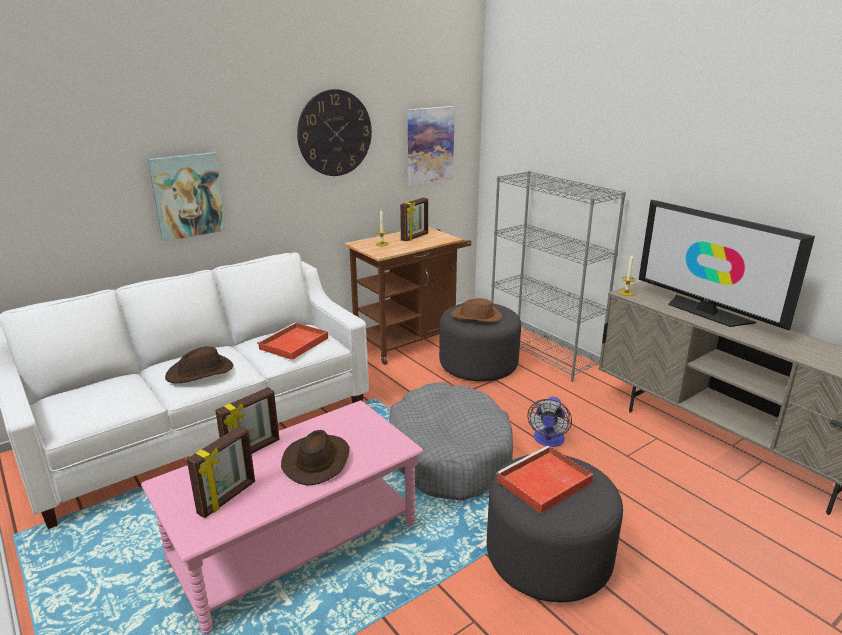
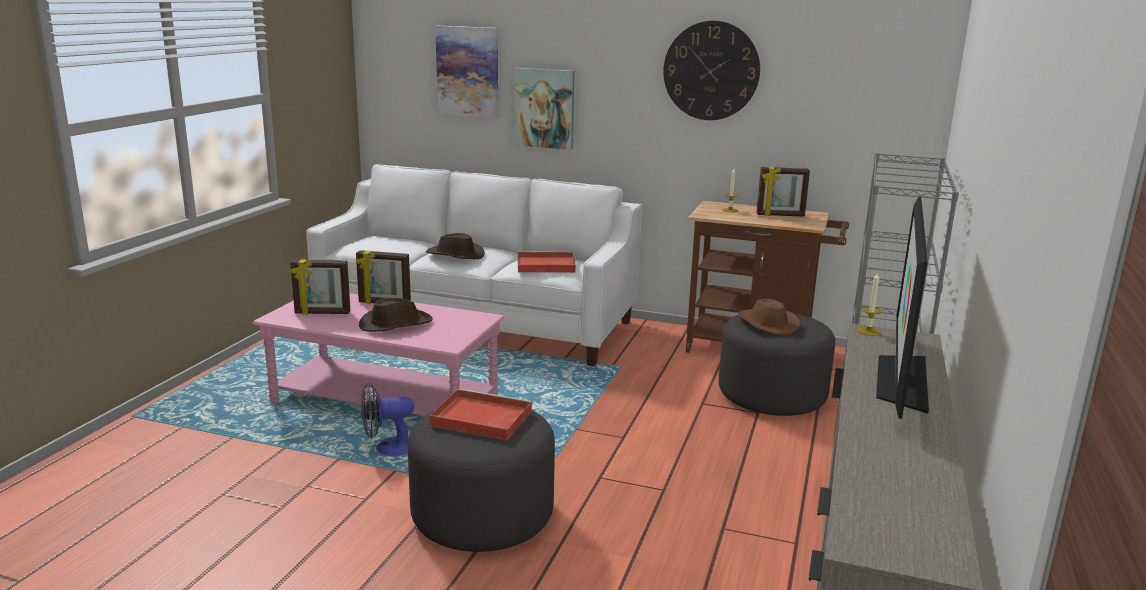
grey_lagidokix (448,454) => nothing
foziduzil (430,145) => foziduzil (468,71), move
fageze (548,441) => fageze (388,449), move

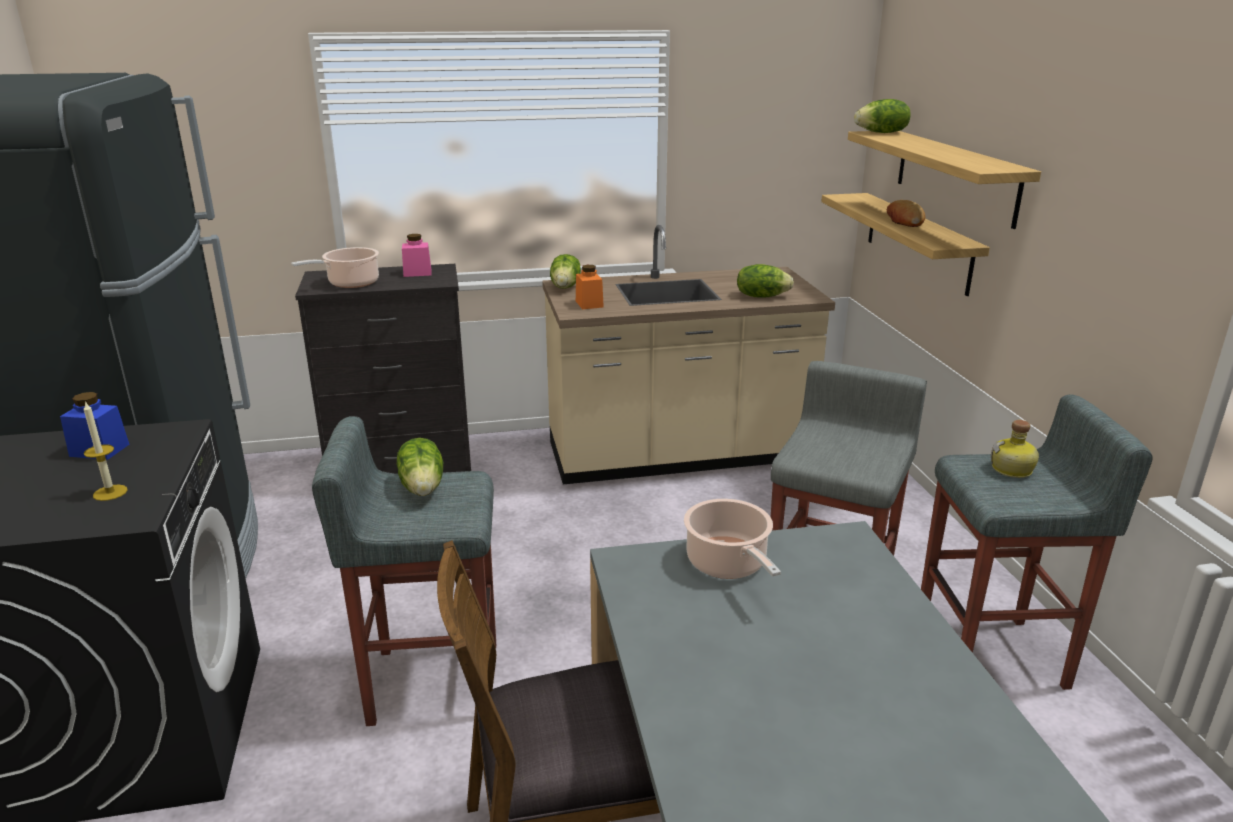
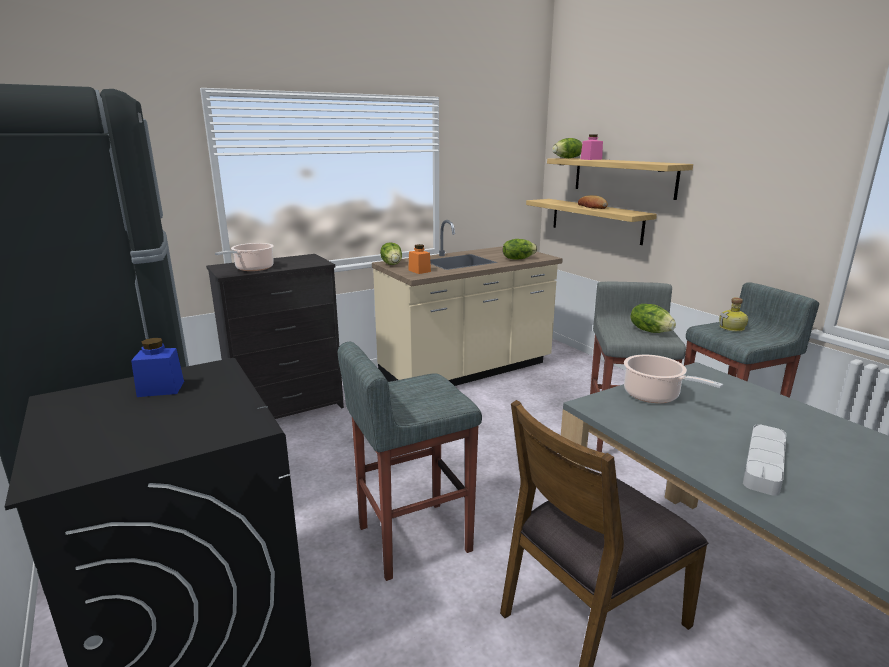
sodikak (110,492) => nothing
nothing => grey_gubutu (764,463)
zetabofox (423,487) => zetabofox (650,331), move
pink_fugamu (417,273) => pink_fugamu (591,159), move

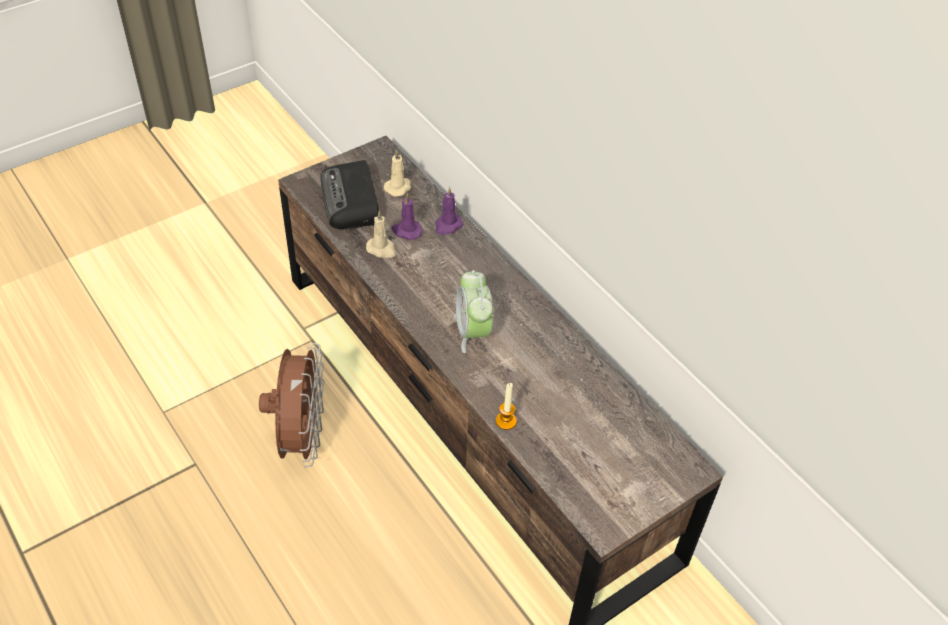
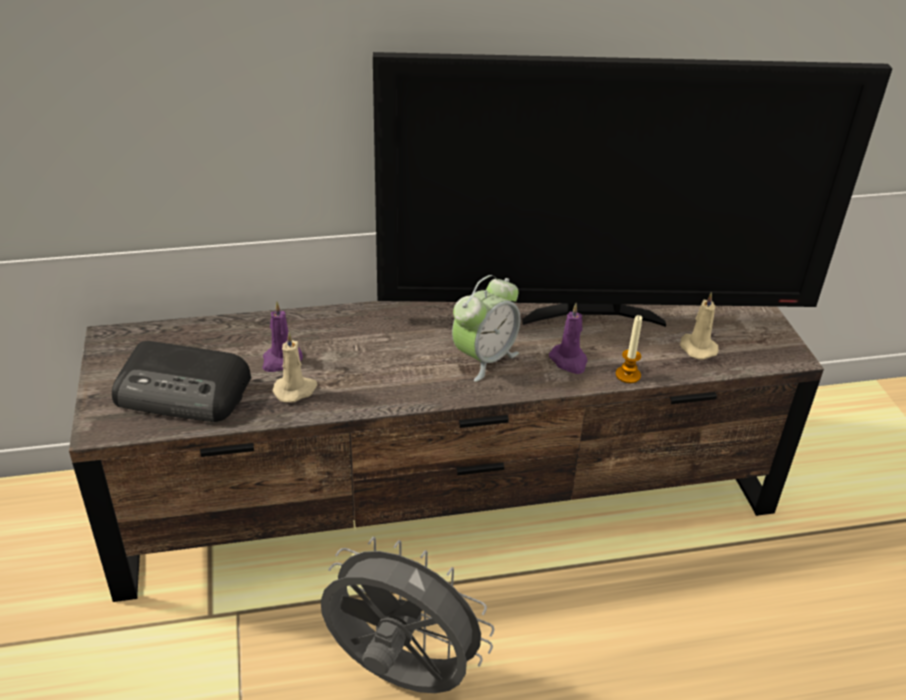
nothing => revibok (593,315)
beige_sodikak (398,187) => beige_sodikak (696,347), move
purple_sodikak (447,225) => purple_sodikak (569,361), move
brown_fageze (301,438) => grey_fageze (398,676)
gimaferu (472,332) => gimaferu (484,359), 60 degrees counterclockwise

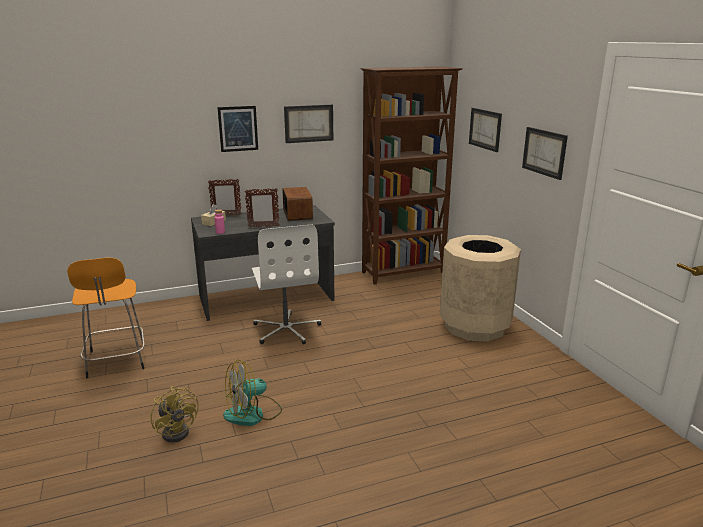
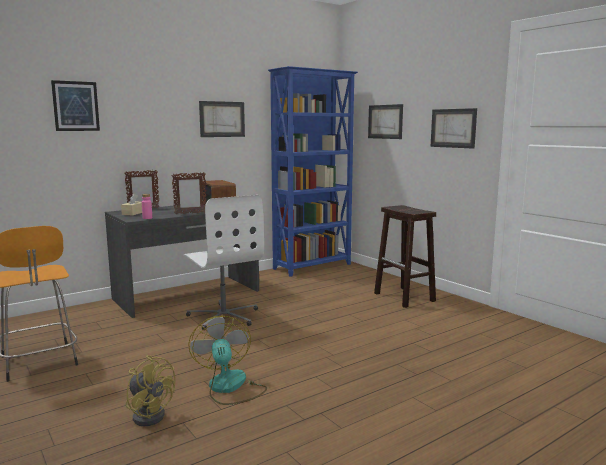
foziduzil (238,128) => foziduzil (76,106), move
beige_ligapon (475,326) => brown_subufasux (405,297)
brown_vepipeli (404,273) => blue_vepipeli (313,267)
fageze (253,414) => fageze (229,388), 120 degrees clockwise

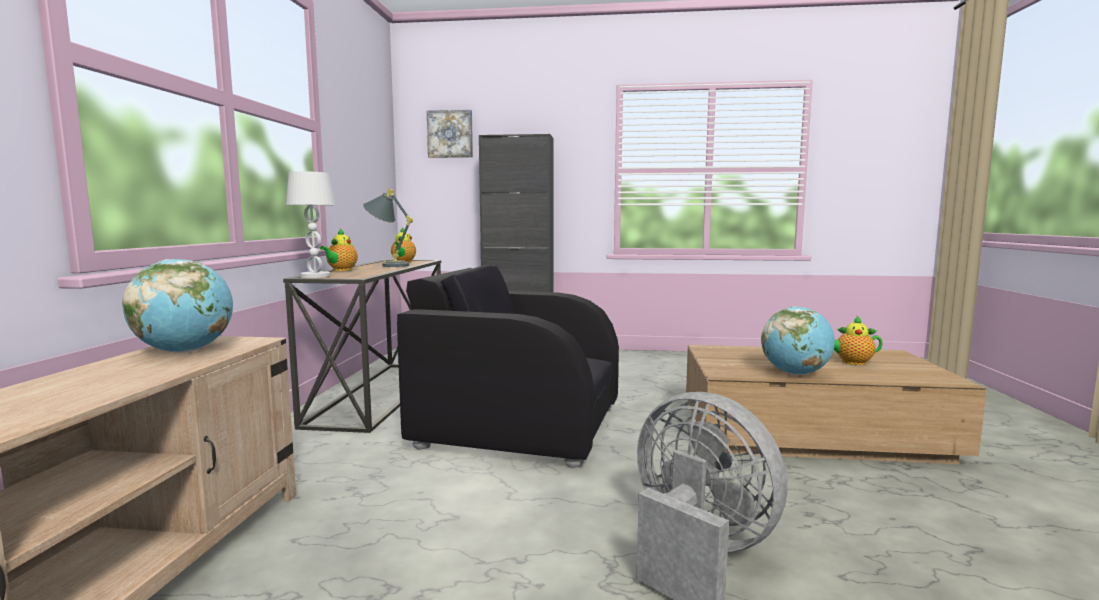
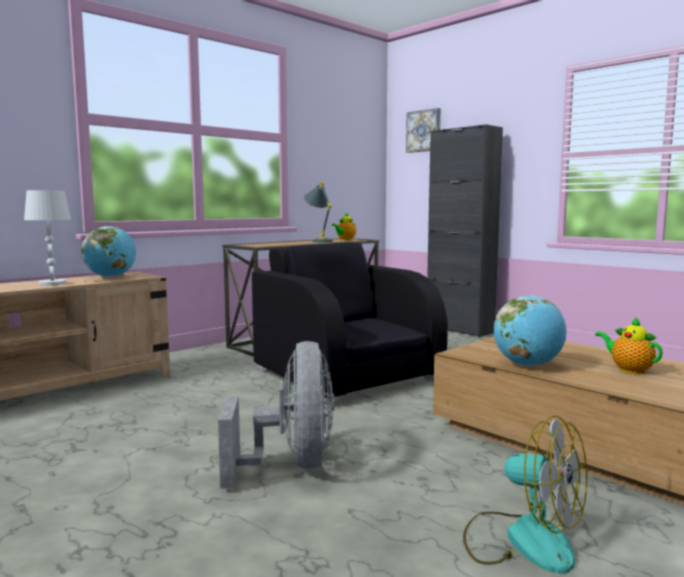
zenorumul (341,270) => nothing
nothing => fageze (522,539)
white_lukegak (315,276) => white_lukegak (53,283), move

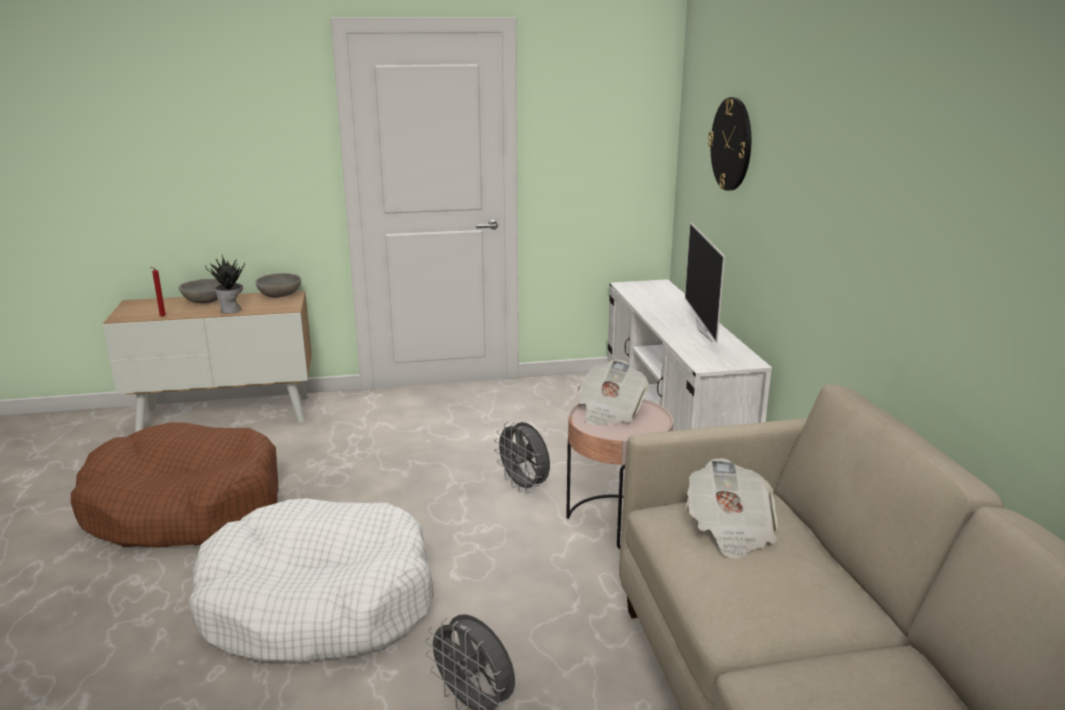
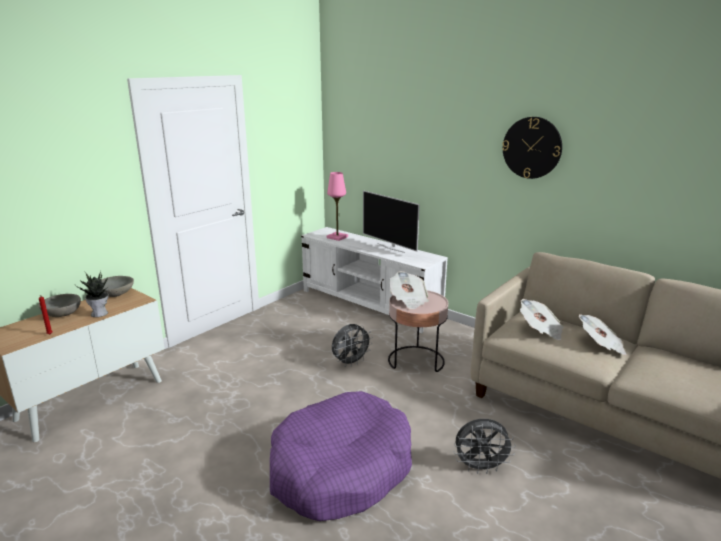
brown_lagidokix (184,507) => nothing
nothing => pink_lukegak (337,237)
nothing => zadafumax (601,346)
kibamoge (731,144) => kibamoge (532,147), move
white_lagidokix (318,603) => purple_lagidokix (340,469)
grey_fageze (524,487) => grey_fageze (351,362), 45 degrees counterclockwise

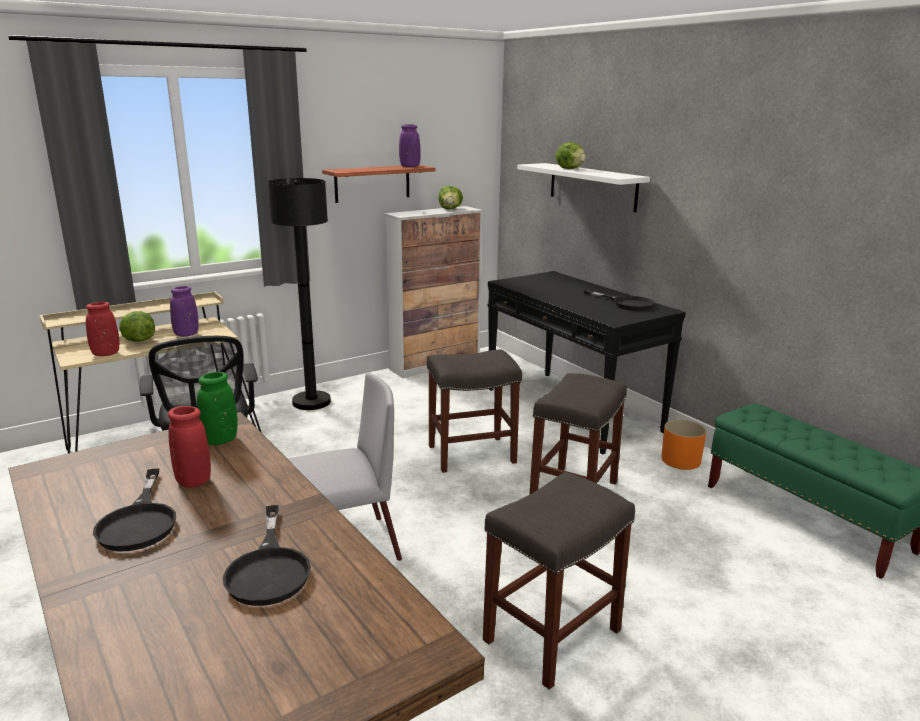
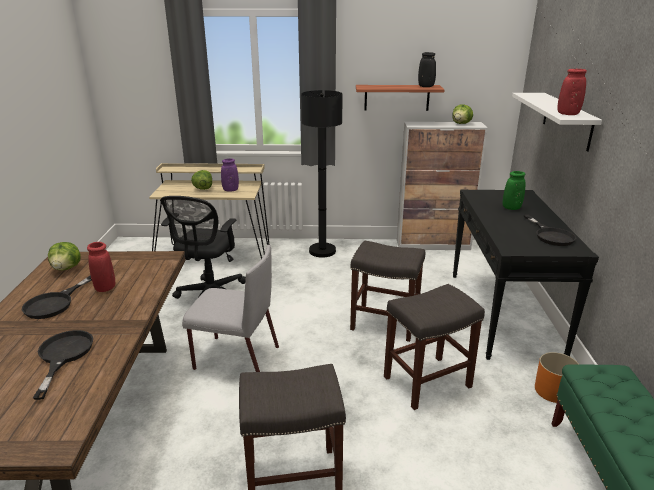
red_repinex (106,354) => red_repinex (568,114), move
green_repinex (220,440) => green_repinex (511,208), move
zetabofox (570,169) => zetabofox (67,268), move
purple_repinex (409,166) => black_repinex (426,86)
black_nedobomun (269,569) => black_nedobomun (63,356), 150 degrees clockwise

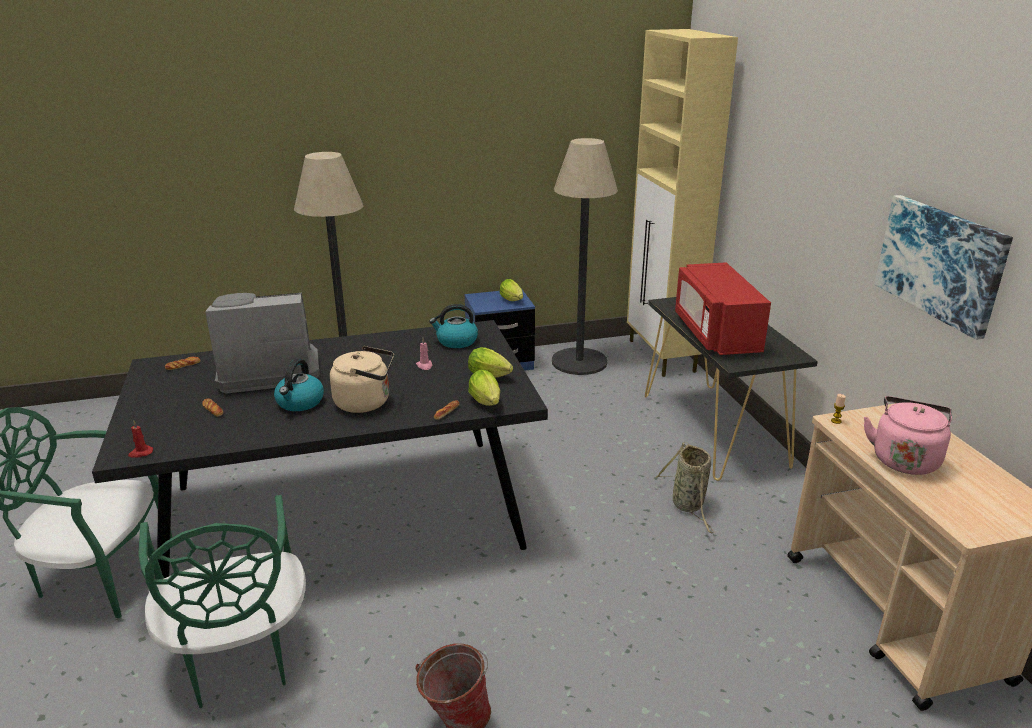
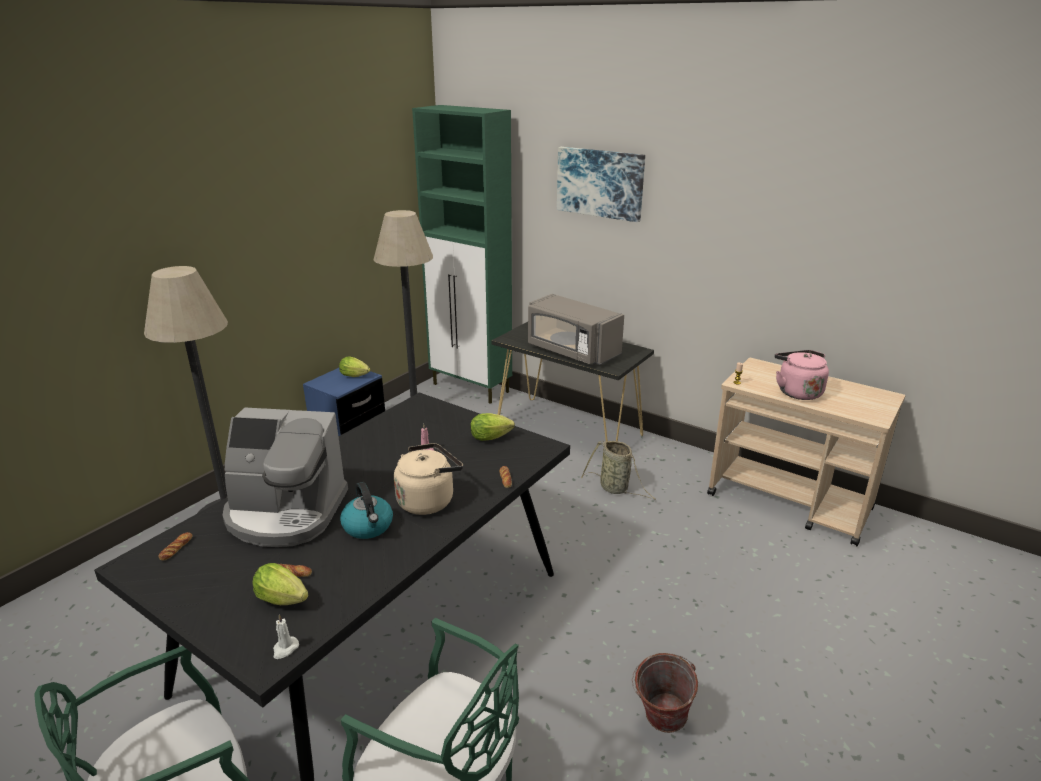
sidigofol (456,341) => nothing
zetabofox (487,403) => zetabofox (285,600), move
foziduzil (941,263) => foziduzil (600,183), move
red_sodikak (141,453) => white_sodikak (285,649)
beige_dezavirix (661,356) => green_dezavirix (471,388)
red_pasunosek (716,334) => grey_pasunosek (572,351)
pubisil (268,371) => pubisil (285,513), 120 degrees counterclockwise

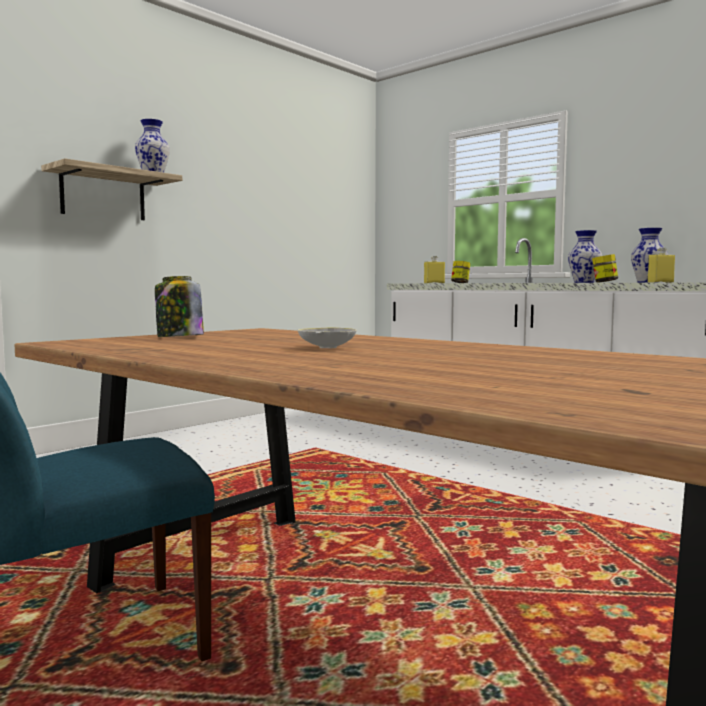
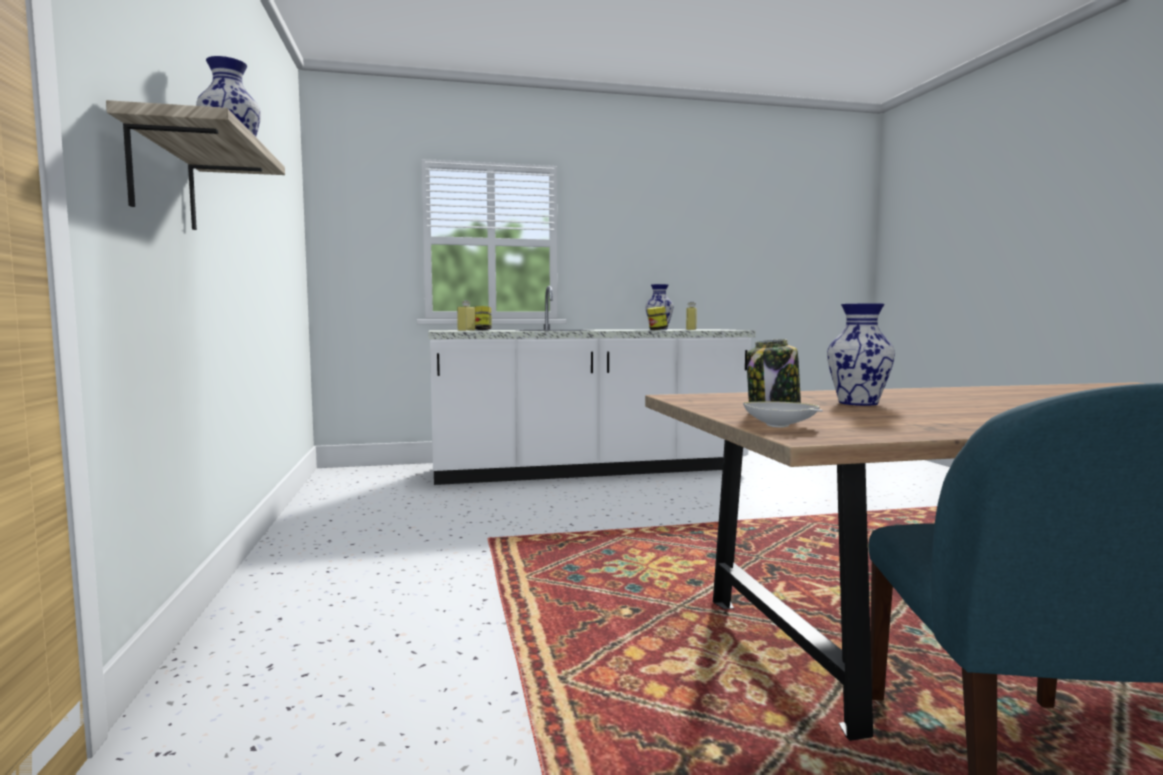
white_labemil (327,347) => white_labemil (781,426), move
repinex (584,282) => repinex (859,403), move

